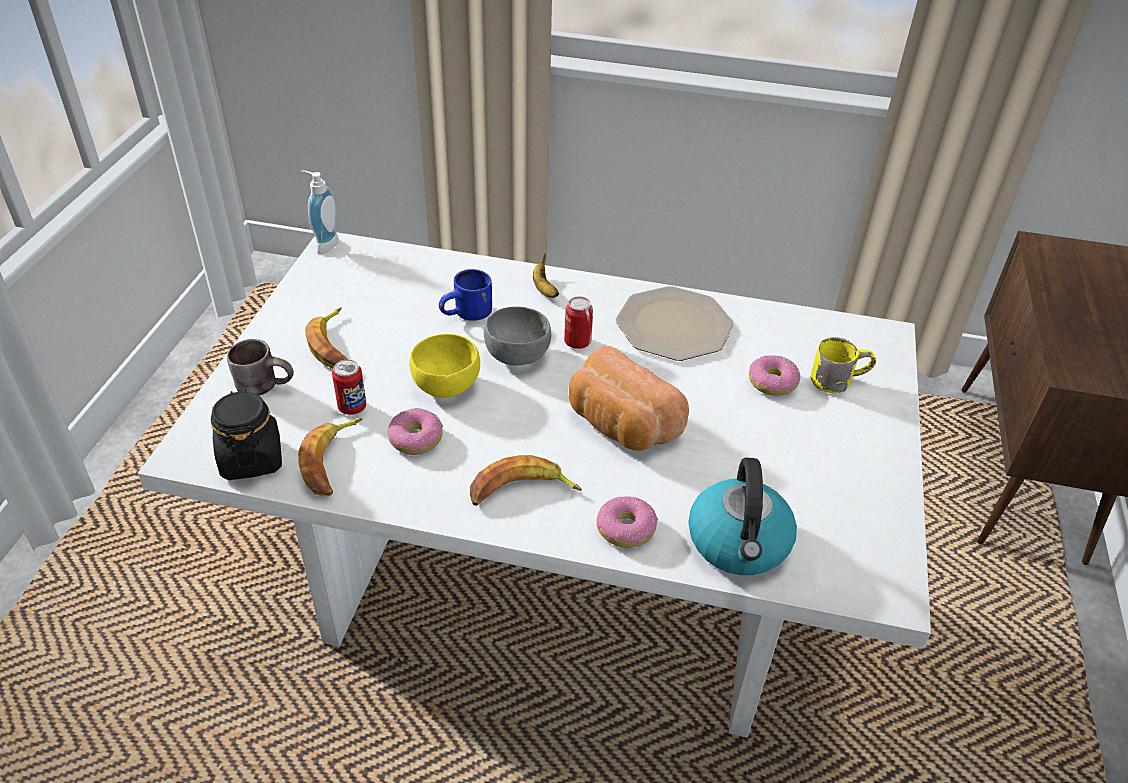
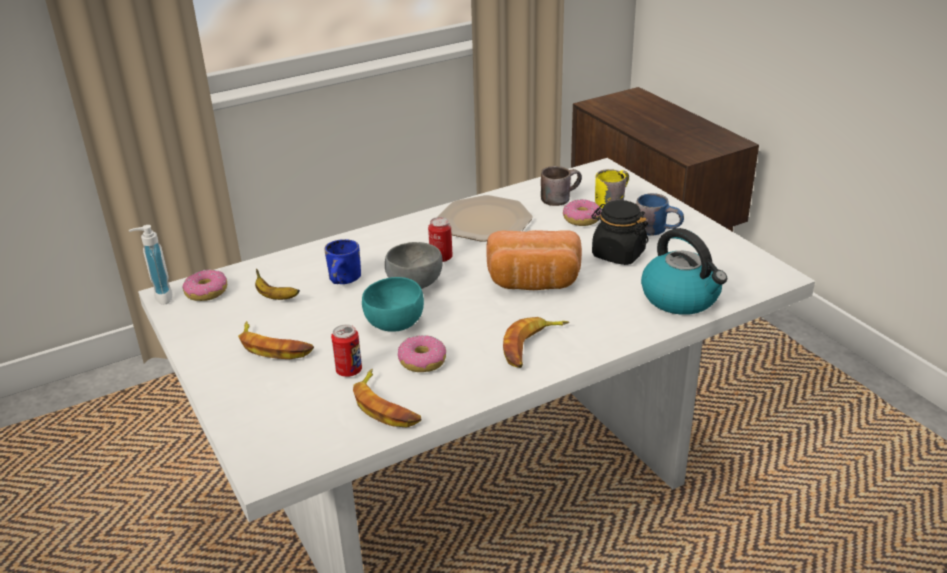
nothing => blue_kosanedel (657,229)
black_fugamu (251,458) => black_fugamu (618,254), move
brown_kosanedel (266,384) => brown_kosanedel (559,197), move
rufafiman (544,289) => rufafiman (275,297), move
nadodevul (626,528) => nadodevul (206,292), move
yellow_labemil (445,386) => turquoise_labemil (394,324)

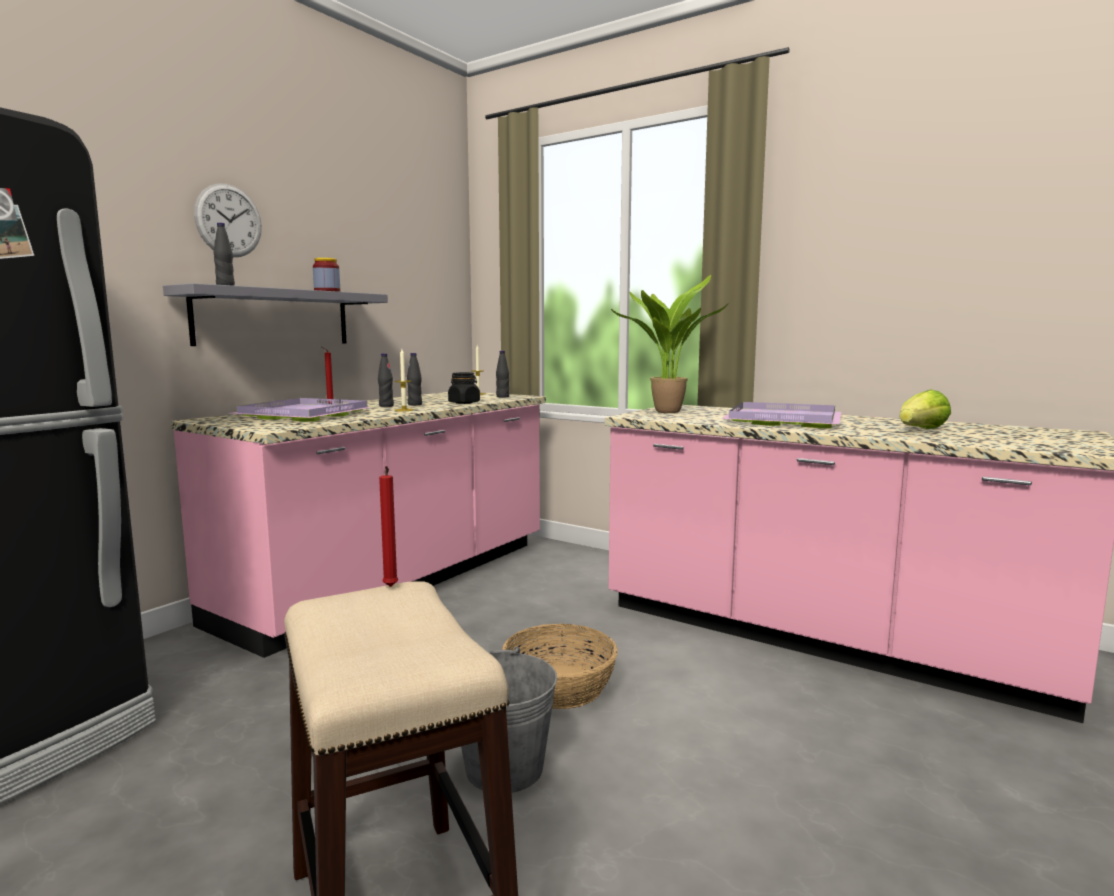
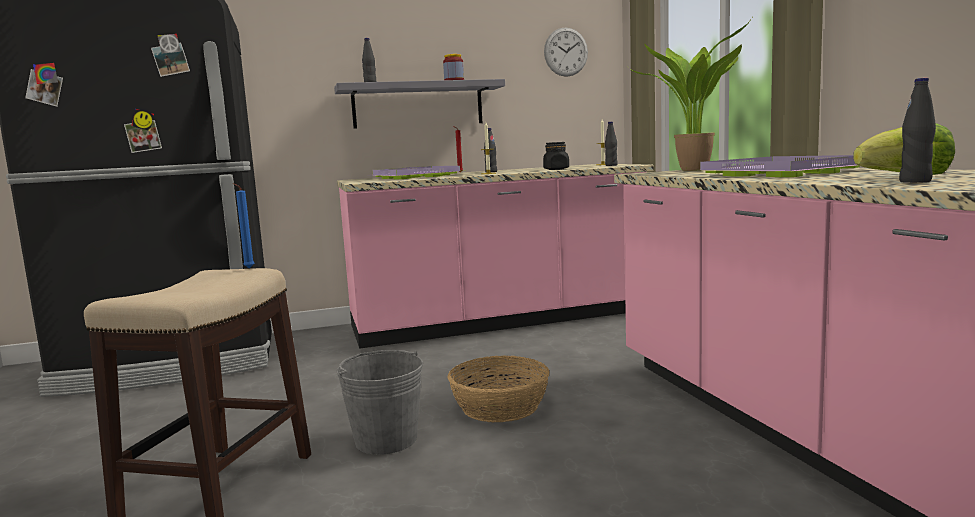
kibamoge (228,221) => kibamoge (566,52), move
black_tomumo (415,404) => black_tomumo (915,181), move
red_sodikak (390,587) => blue_sodikak (248,268)

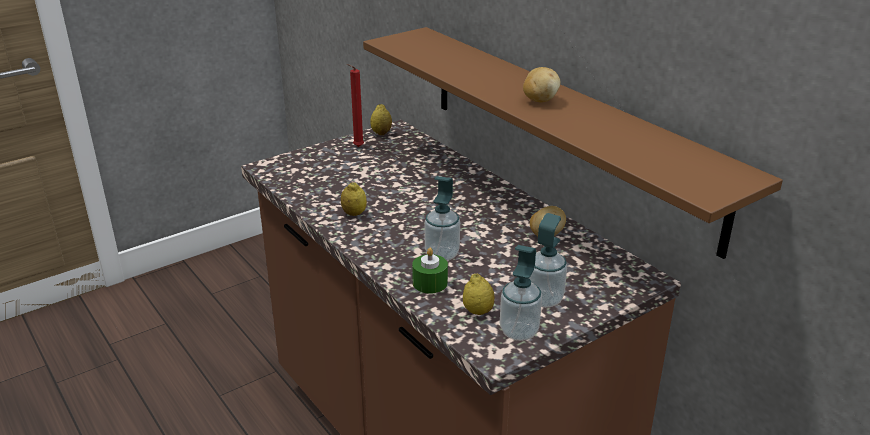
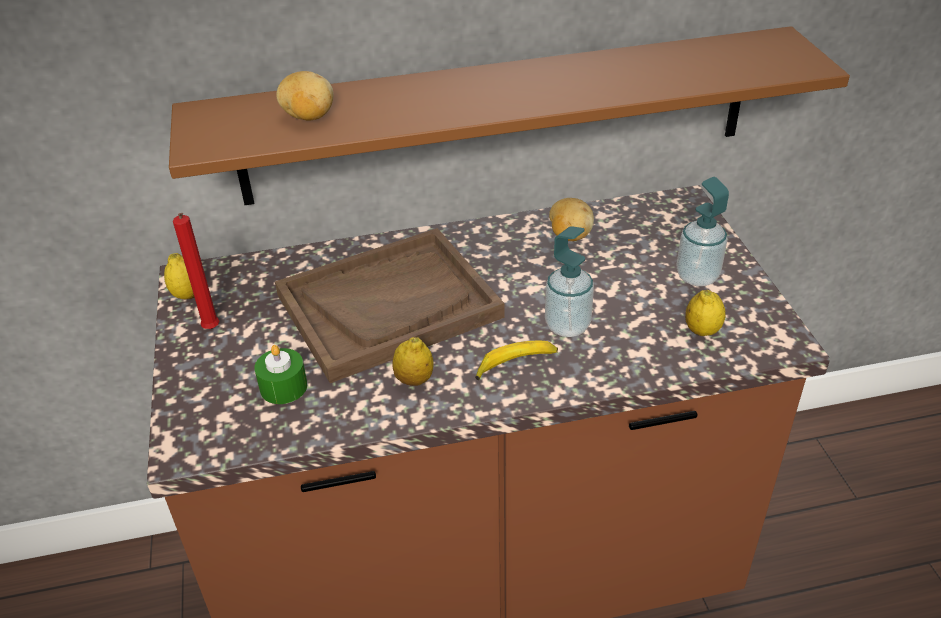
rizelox (519,332) => nothing
nothing => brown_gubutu (389,306)
nothing => rufafiman (515,364)
green_sodikak (430,283) => green_sodikak (283,387), move
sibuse (539,100) => sibuse (308,117), move

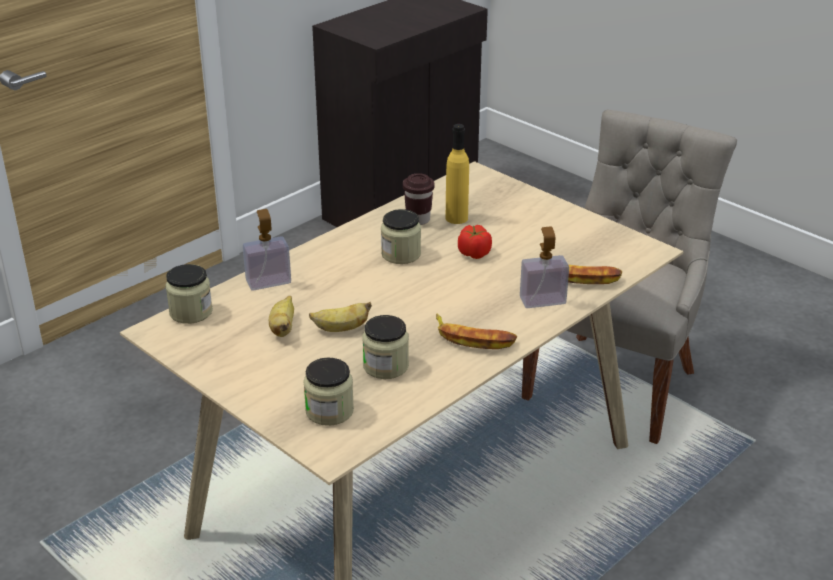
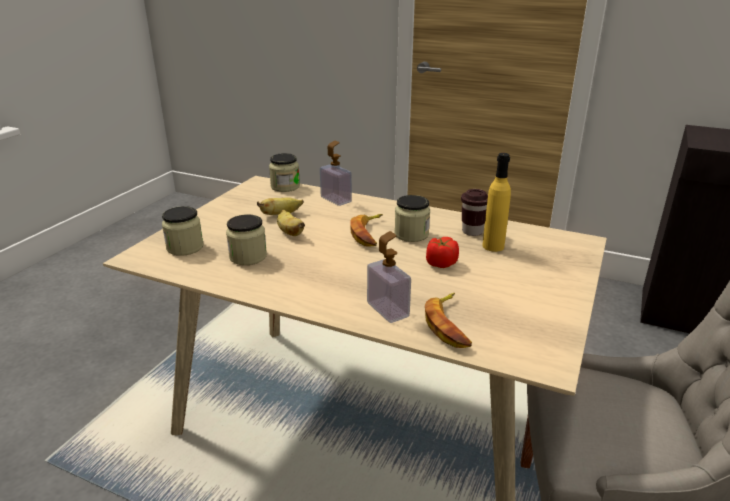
rufafiman (473,338) => rufafiman (369,234), move

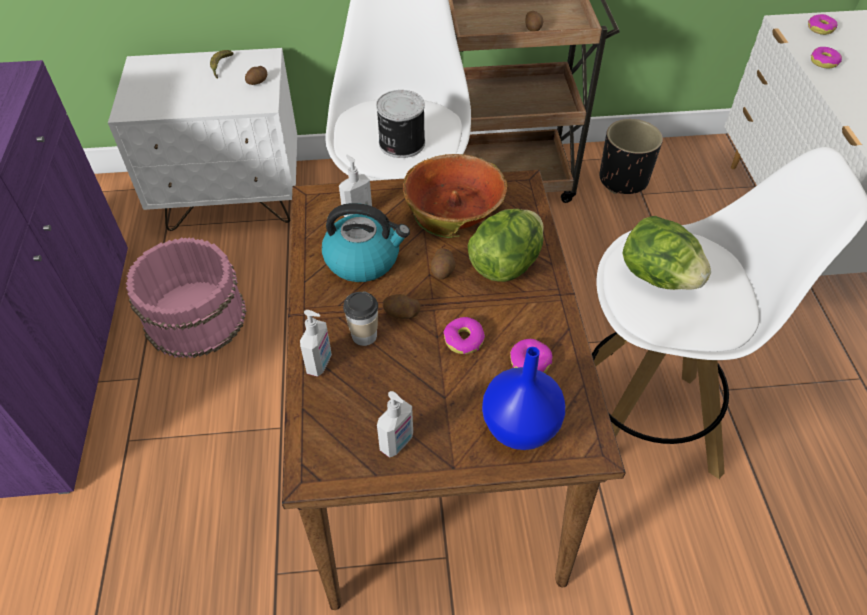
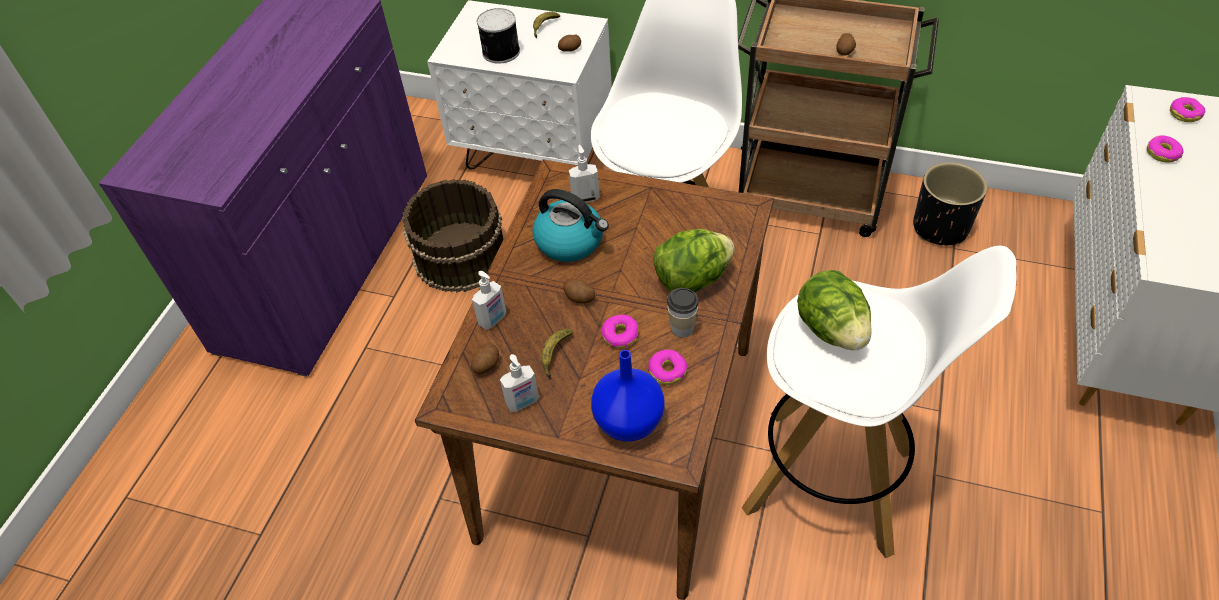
labemil (454,209) => nothing
nothing => rufafiman (555,355)
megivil (364,335) => megivil (682,328), move
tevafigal (400,143) => tevafigal (500,52), move
sibuse (443,271) => sibuse (487,365), move
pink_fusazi (194,317) => brown_fusazi (459,255)

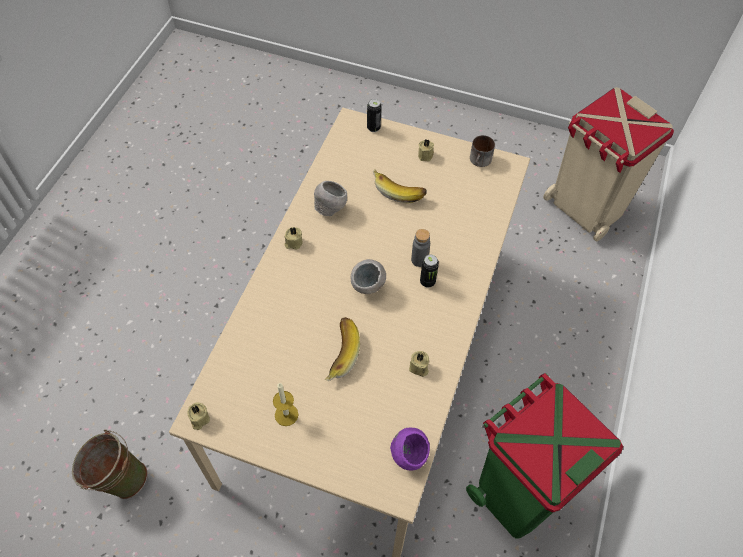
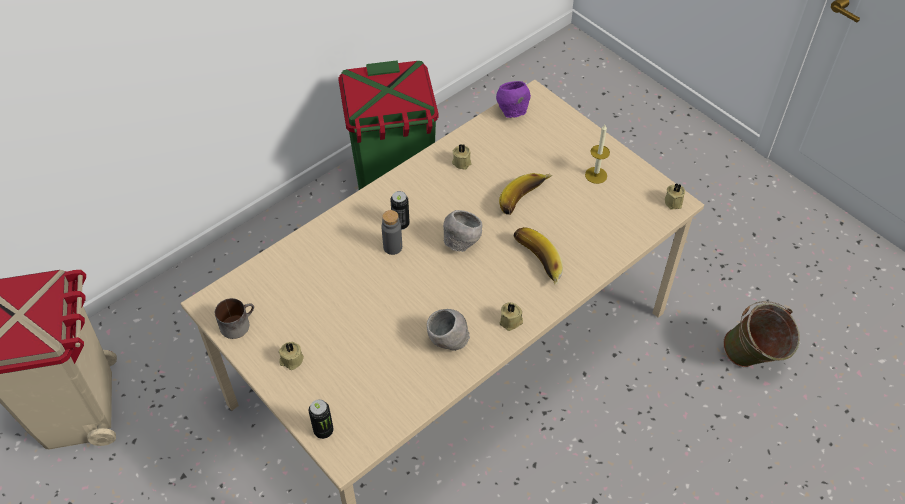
rufafiman (399,190) => rufafiman (535,263), move

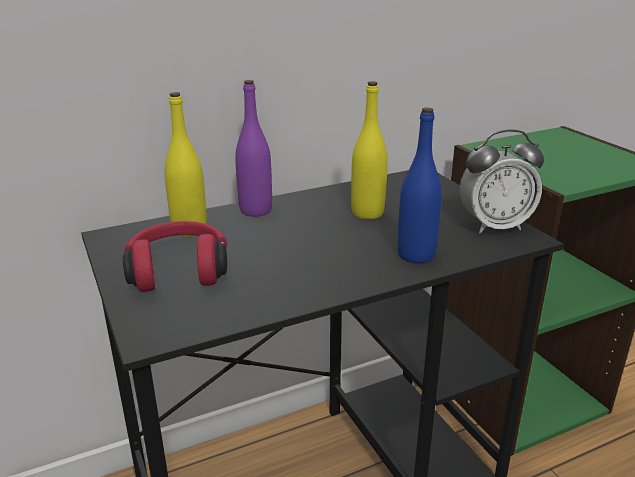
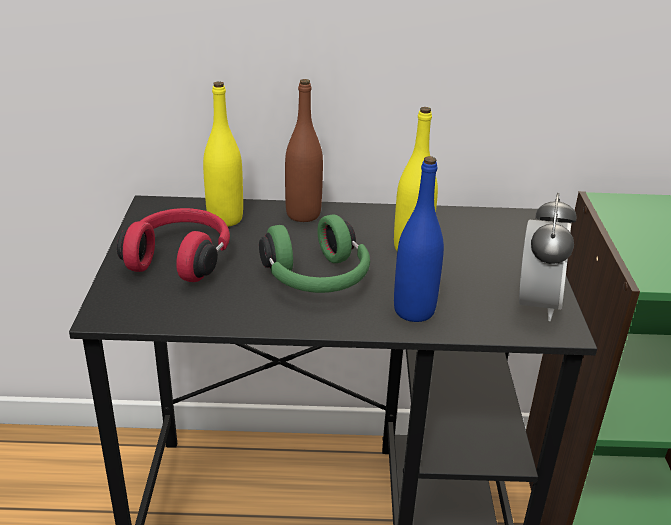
nothing => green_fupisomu (317,279)
purple_tomumo (255,210) => brown_tomumo (303,214)
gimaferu (494,226) => gimaferu (536,304), 90 degrees counterclockwise

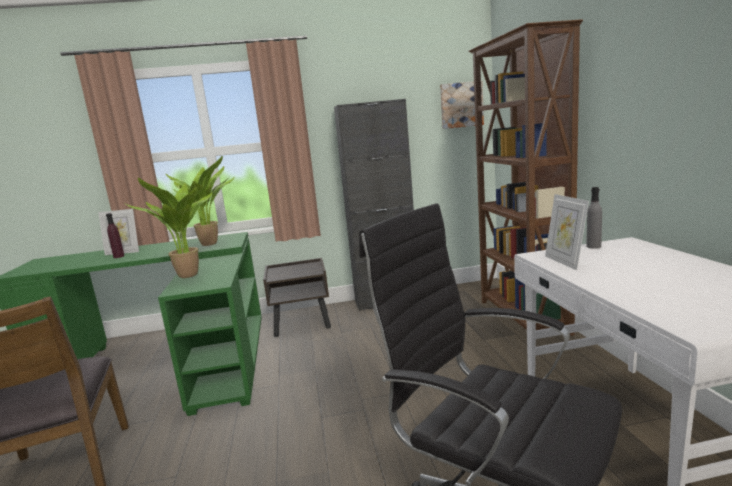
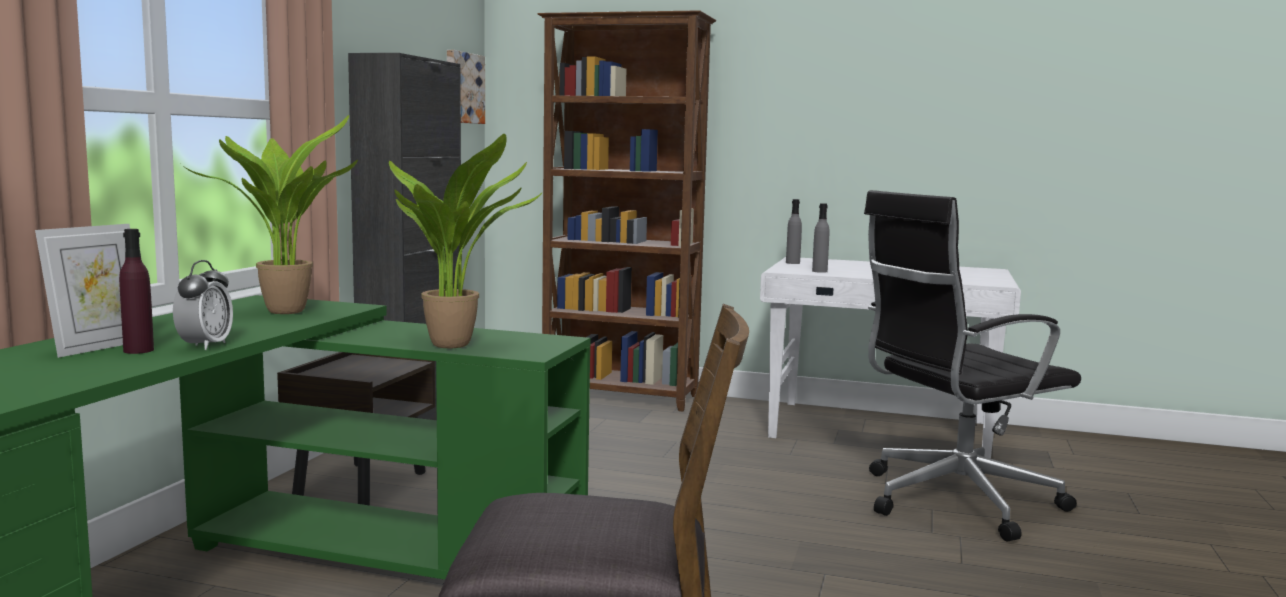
nothing => gimaferu (205,346)
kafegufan (565,262) => grey_tomumo (819,271)

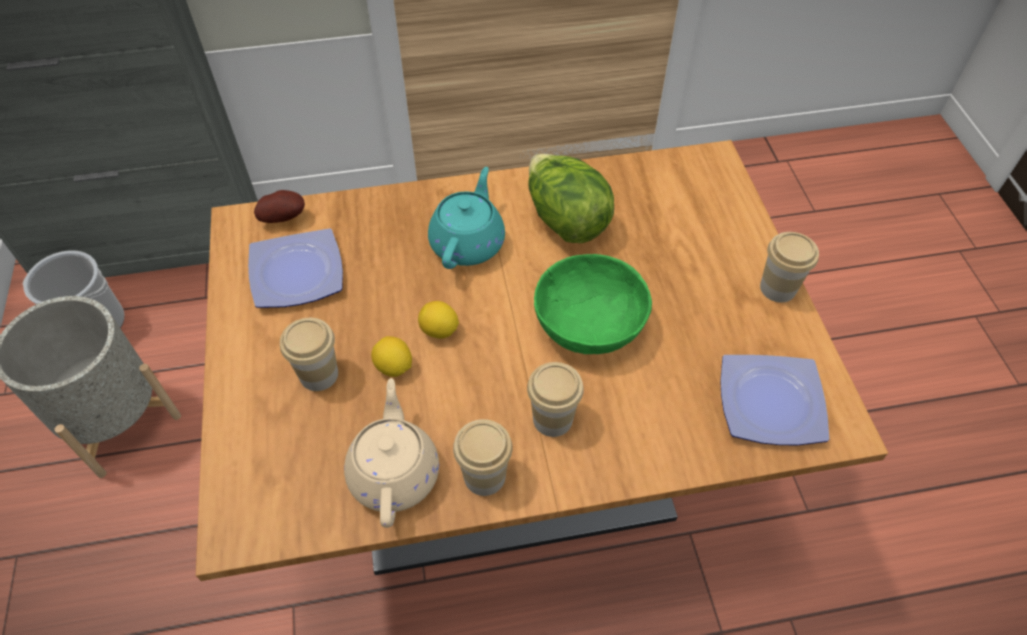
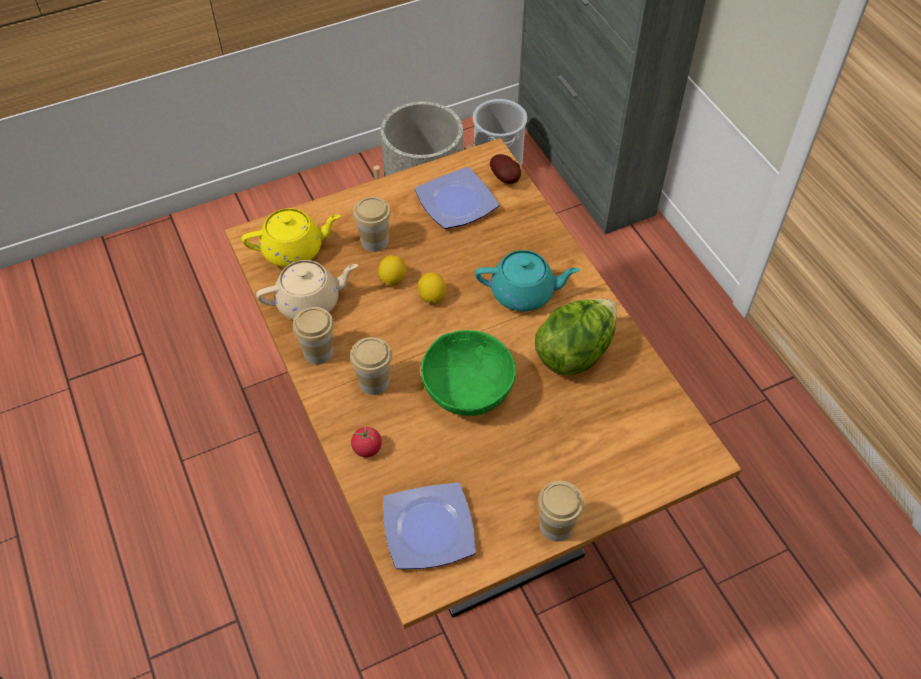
nothing => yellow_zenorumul (294,250)
nothing => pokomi (367,448)

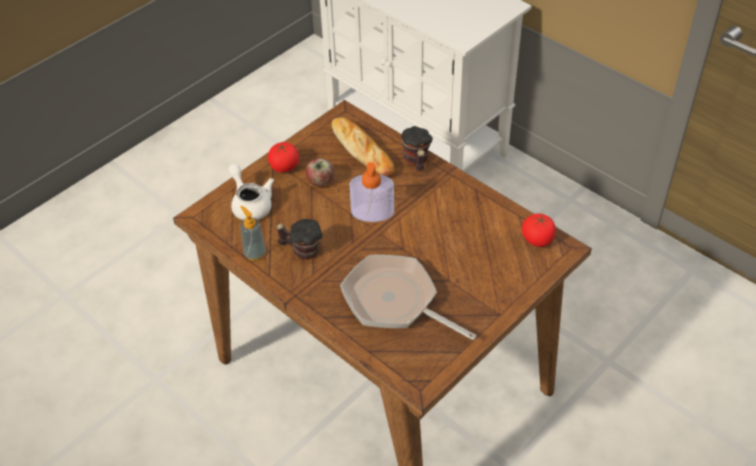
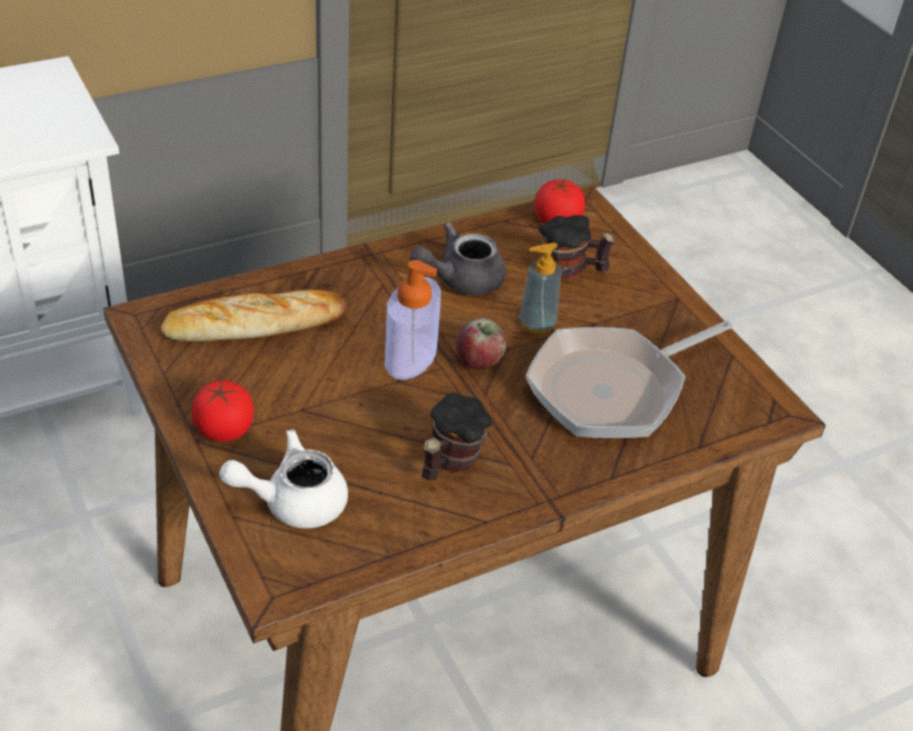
nothing => grey_zenorumul (460,279)
rizelox (255,253) => rizelox (536,324), move
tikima (320,182) => tikima (479,361), move
kosanedel (416,161) => kosanedel (570,271), move

